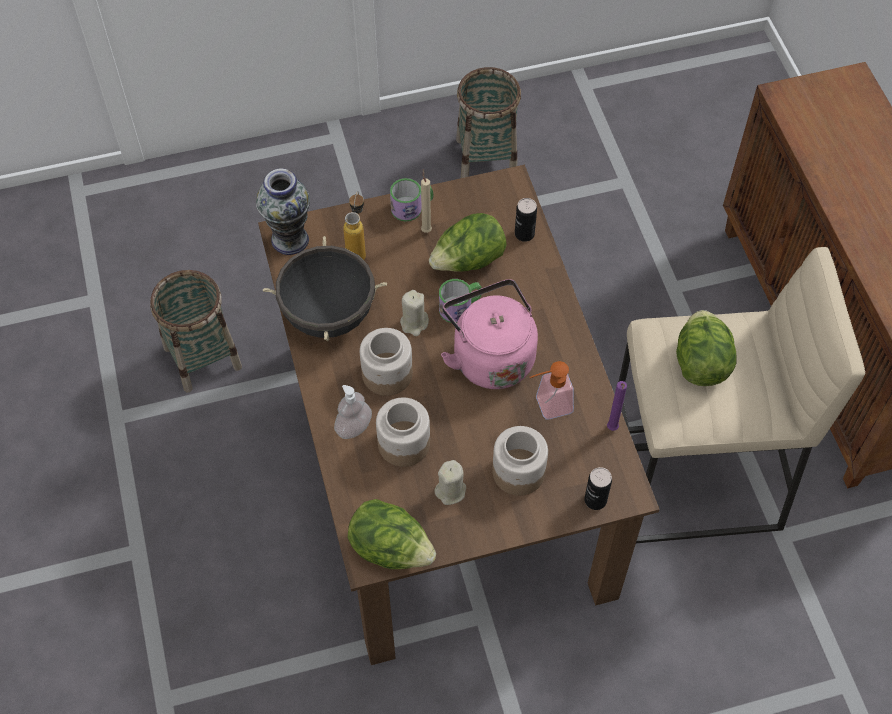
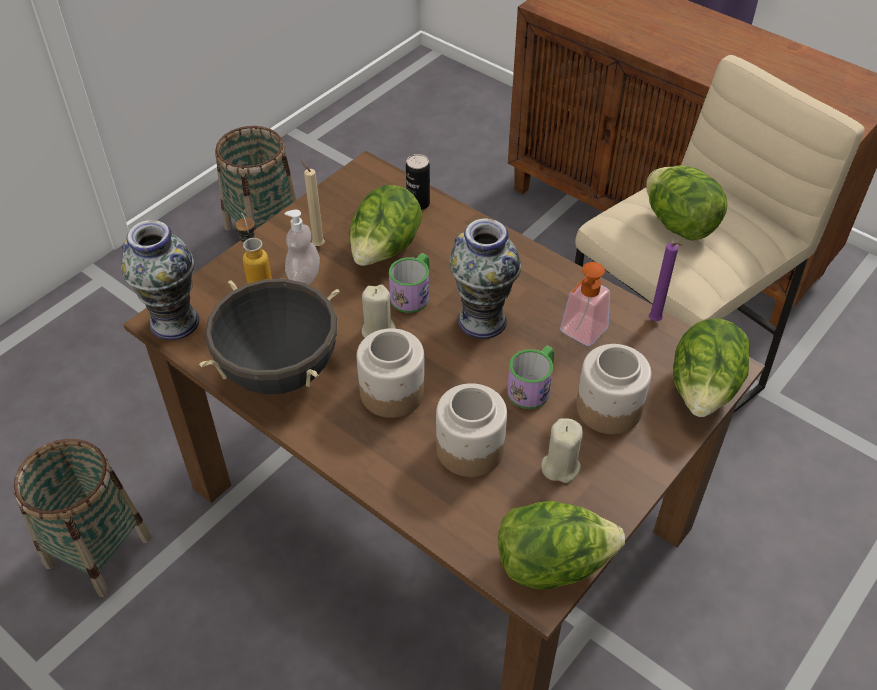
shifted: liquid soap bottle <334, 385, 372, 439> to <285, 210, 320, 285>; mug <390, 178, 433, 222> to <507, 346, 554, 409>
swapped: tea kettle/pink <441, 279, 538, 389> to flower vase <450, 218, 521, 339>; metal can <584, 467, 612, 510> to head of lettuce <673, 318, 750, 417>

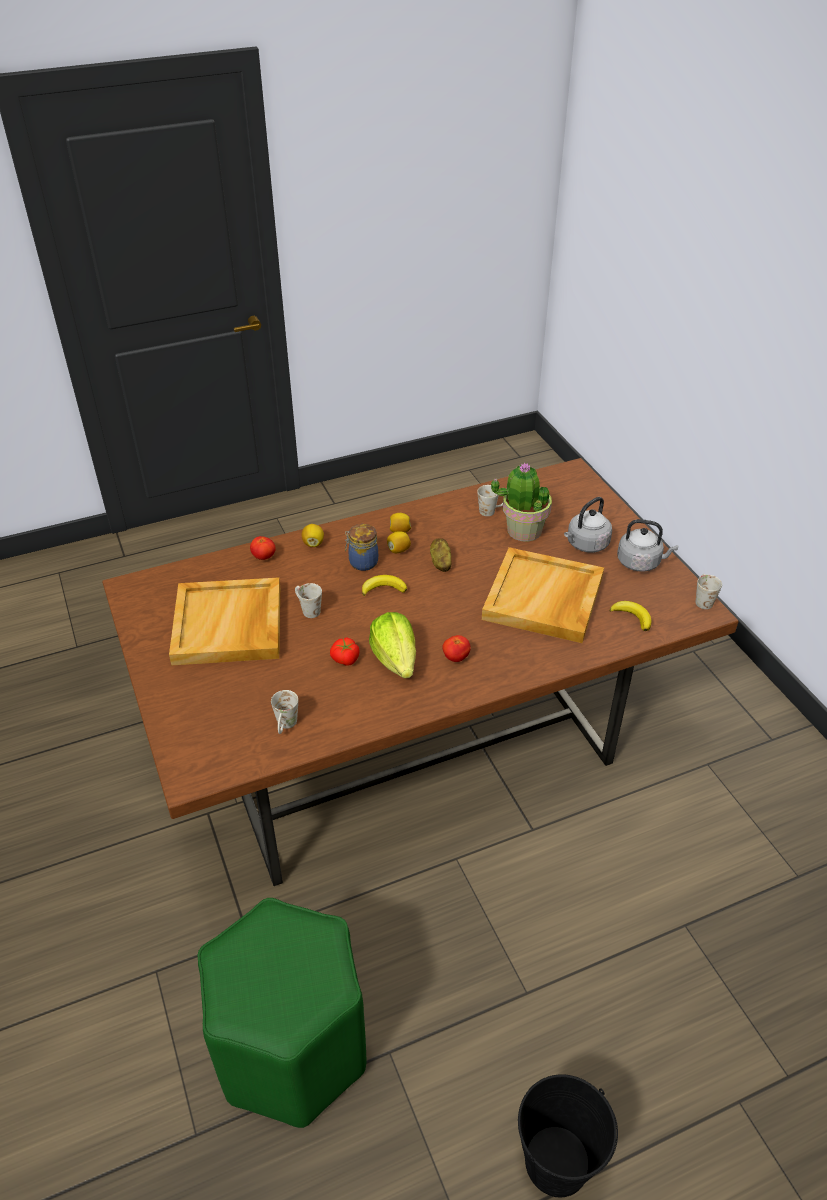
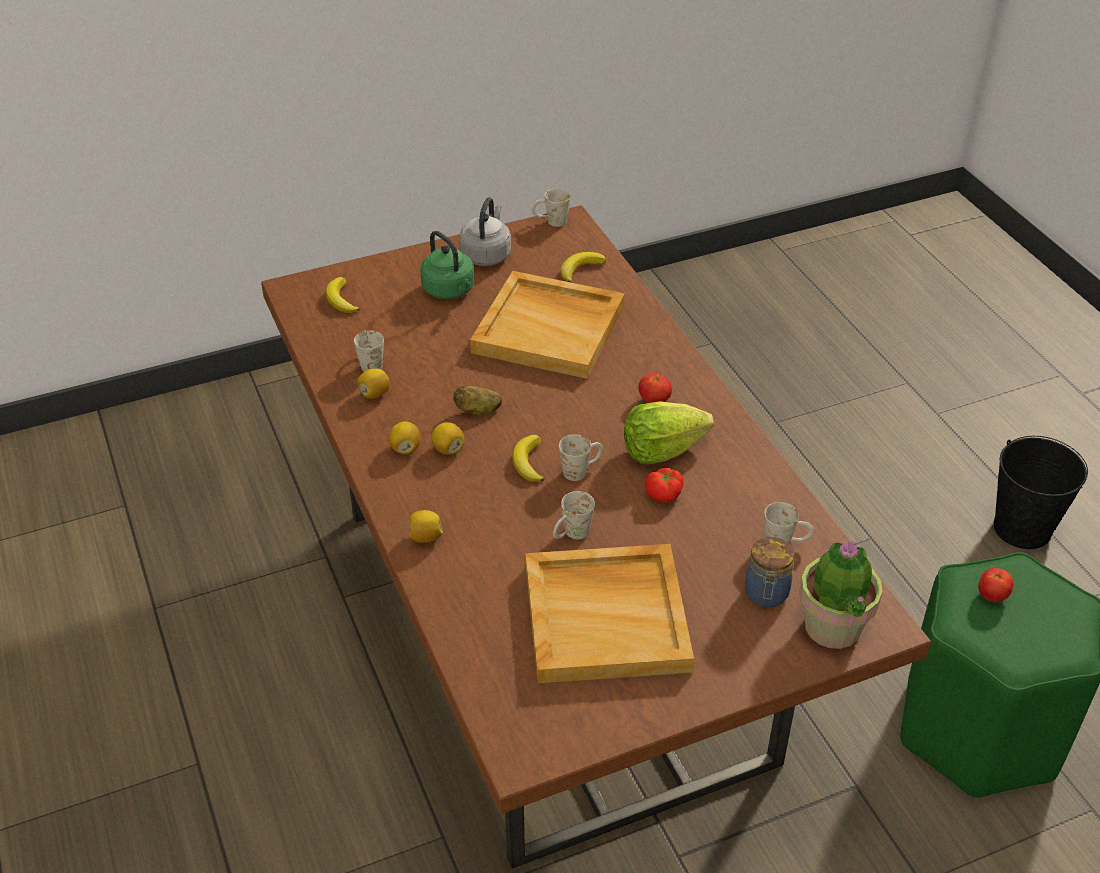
new: banana fruit <326, 277, 360, 313>; whole lemon <358, 369, 390, 399>; mug/white-coloured <559, 434, 603, 481>
shifted: fresh tomato <250, 536, 276, 560> to <978, 568, 1014, 602>; storage jar <345, 524, 378, 571> to <745, 537, 795, 607>; plant in a pot <491, 463, 552, 542> to <799, 540, 883, 649>
repainted: tea kettle/greyish <564, 497, 612, 553> to tea kettle/green <420, 231, 474, 299>

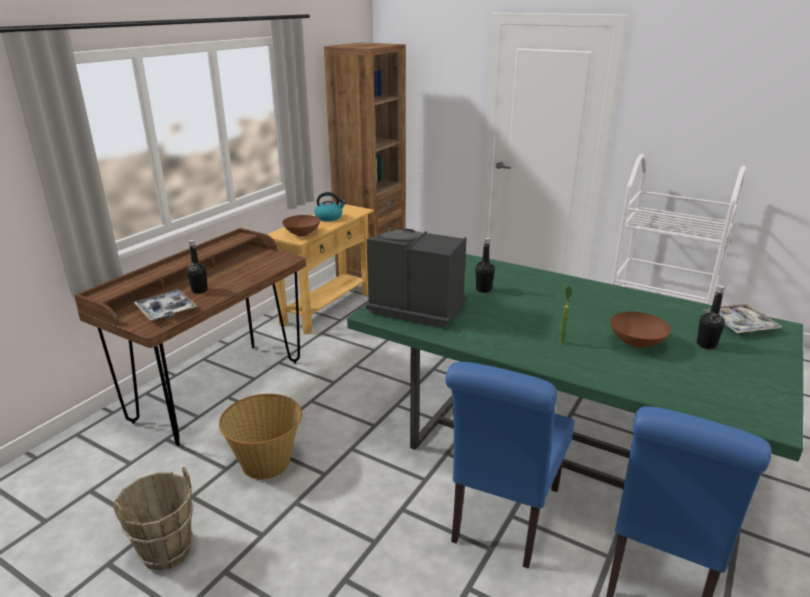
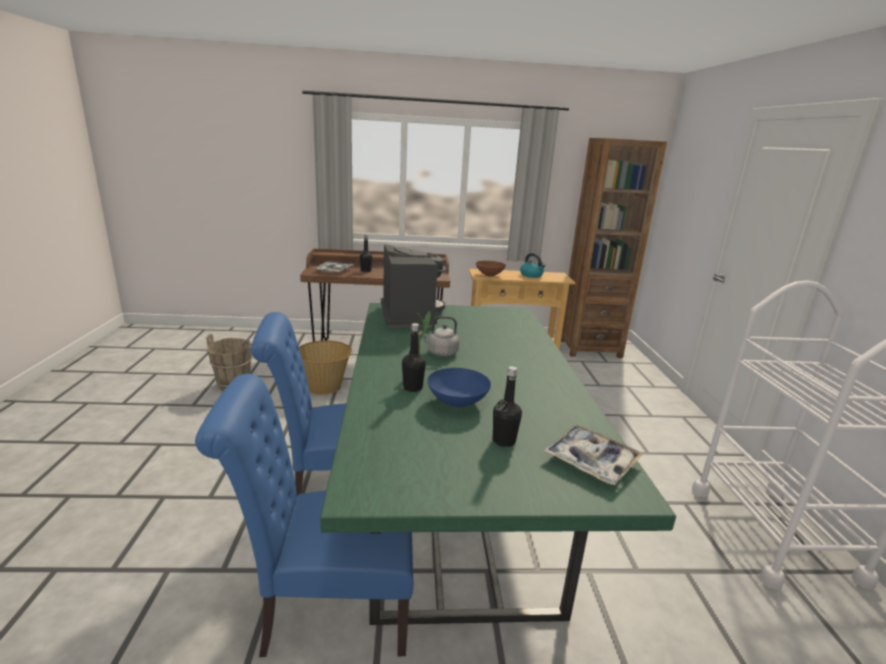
new: tea kettle/greyish <420, 316, 460, 356>
shifted: beverage bottle/black-coloured <475, 238, 495, 293> to <402, 323, 426, 392>
repainted: bowl/brown <610, 312, 671, 348> to bowl/blue-coloured <427, 368, 491, 407>

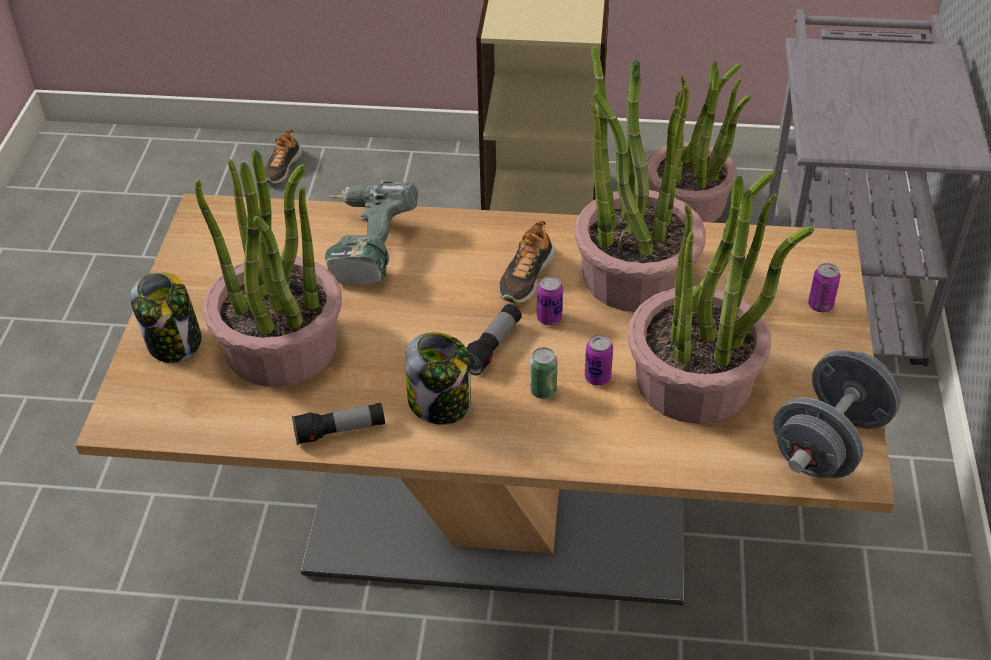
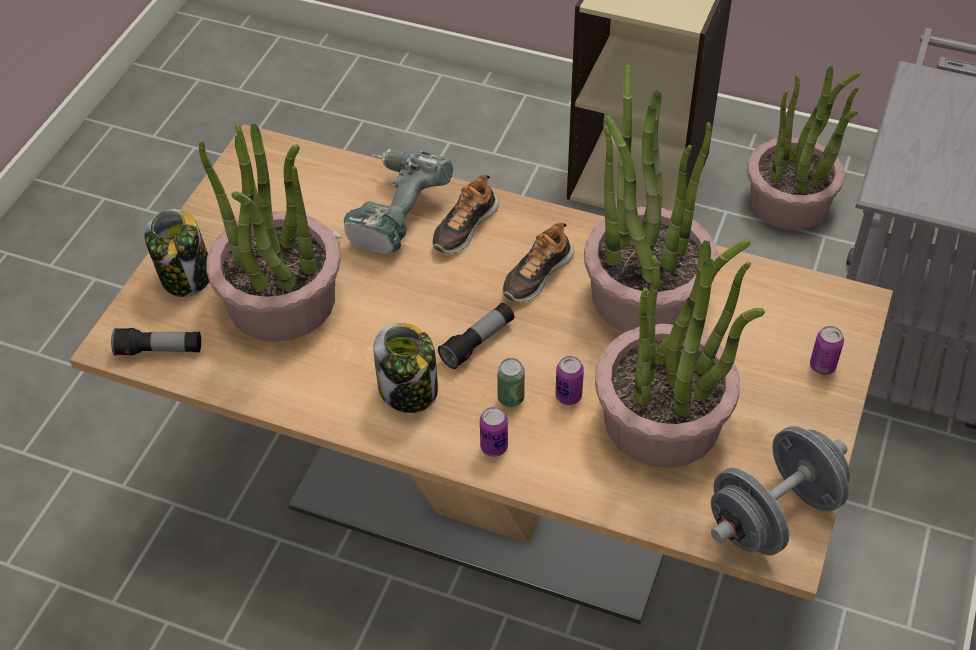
shifted: item of footwear <264, 130, 303, 184> to <433, 175, 499, 254>; flashlight <292, 402, 385, 445> to <111, 328, 201, 356>; metal can <537, 276, 563, 325> to <480, 407, 508, 457>

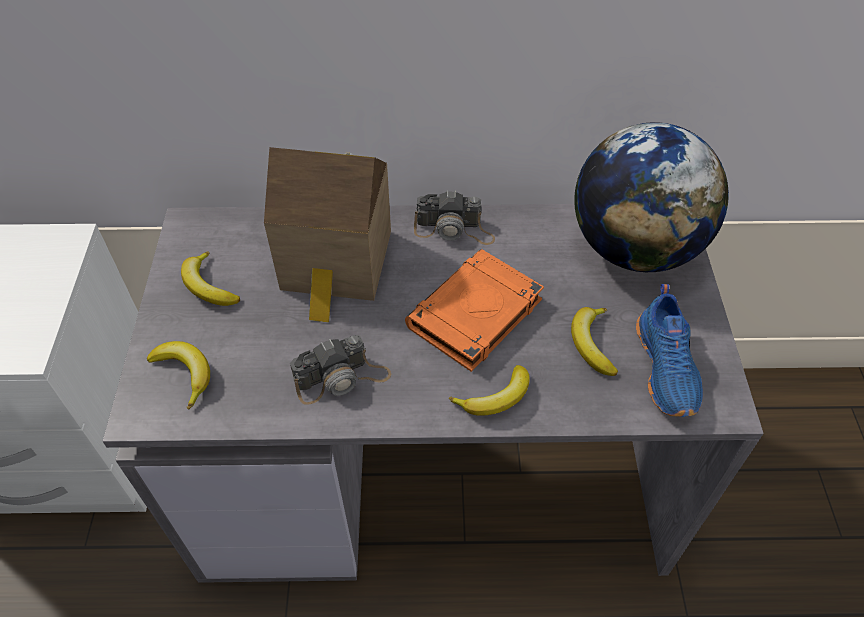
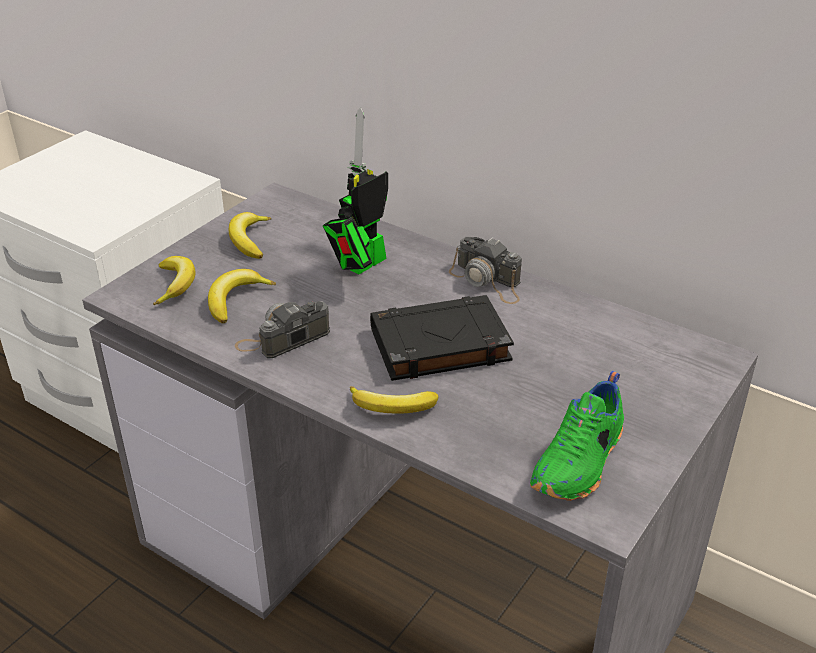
gone: world globe <574, 122, 729, 272>
shifted: banana fruit <571, 307, 618, 376> to <208, 269, 276, 323>
swapped: miniature house <264, 147, 391, 322> to toy robot <323, 107, 388, 275>
repainted: book/orange-coloured <405, 249, 544, 372> to book/black-coloured <370, 295, 514, 381>; item of footwear/blue-coloured <636, 284, 703, 417> to item of footwear/green <530, 371, 624, 501>
rotated: photo camera <290, 335, 391, 405> = <235, 301, 330, 358> 135 degrees clockwise

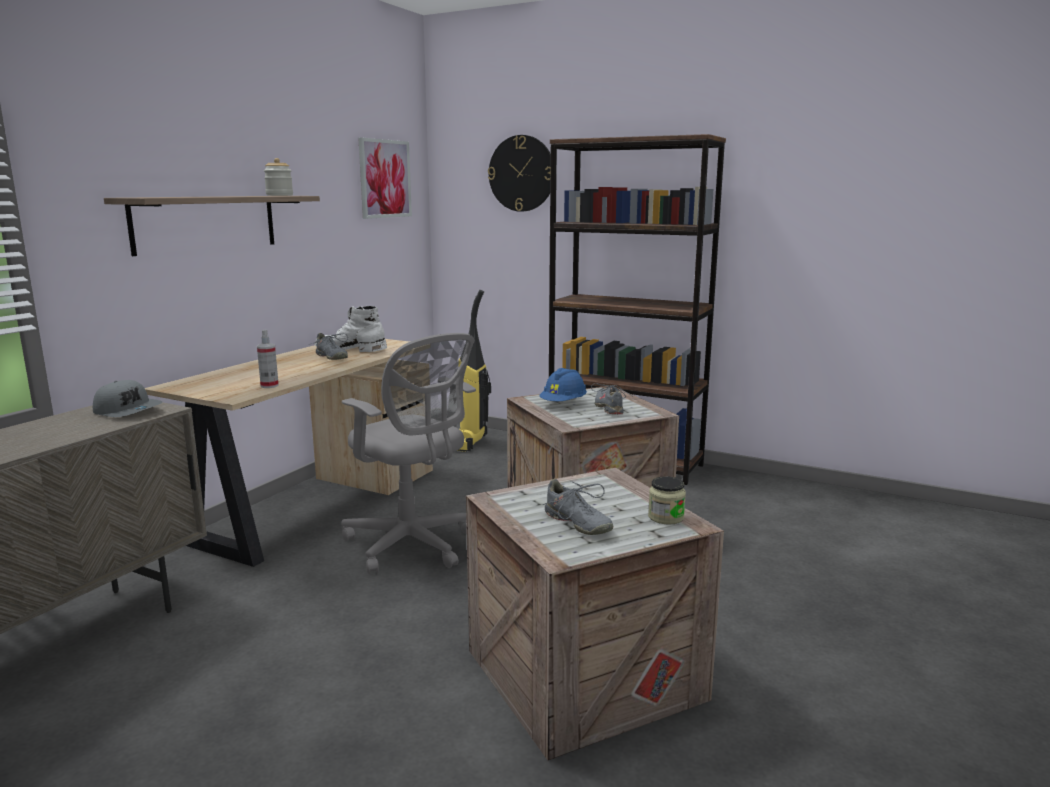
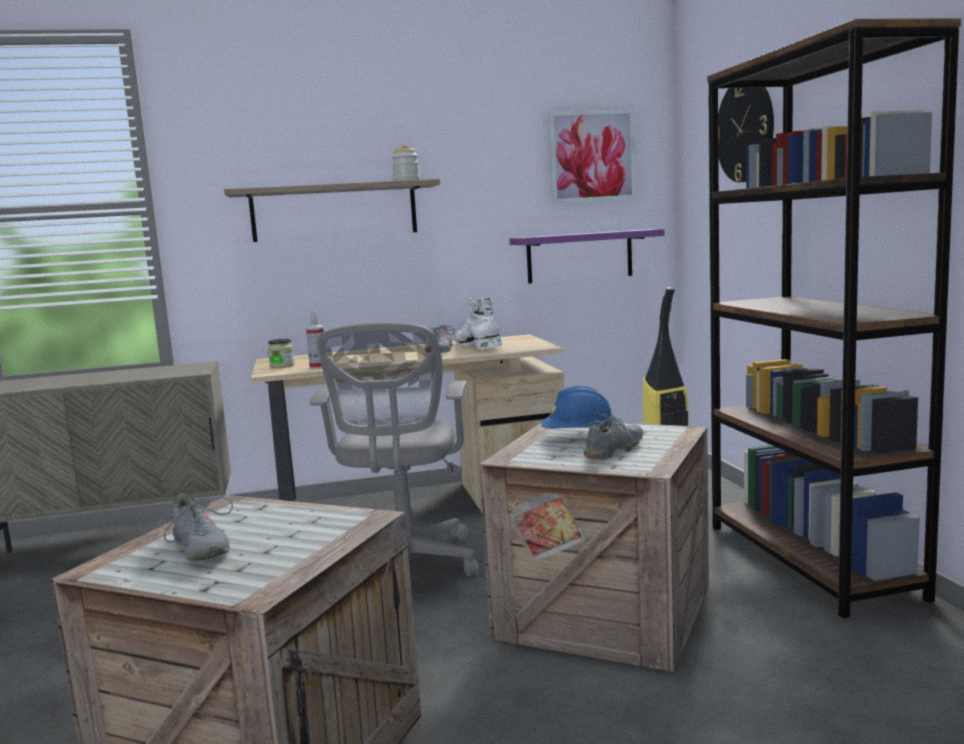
gone: cap/greyish <93, 380, 162, 417>
new: bracket shelf/purple <509, 229, 664, 284>
shifted: storage jar <648, 476, 686, 525> to <268, 339, 295, 368>
rotated: item of footwear/greyish <542, 479, 613, 535> = <150, 494, 233, 561> 45 degrees counterclockwise

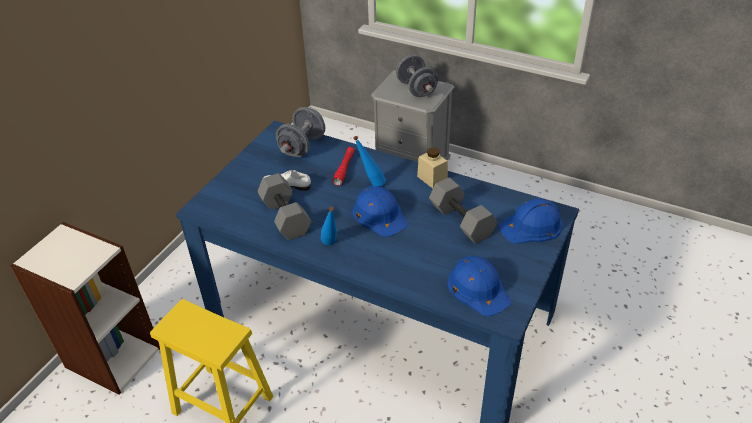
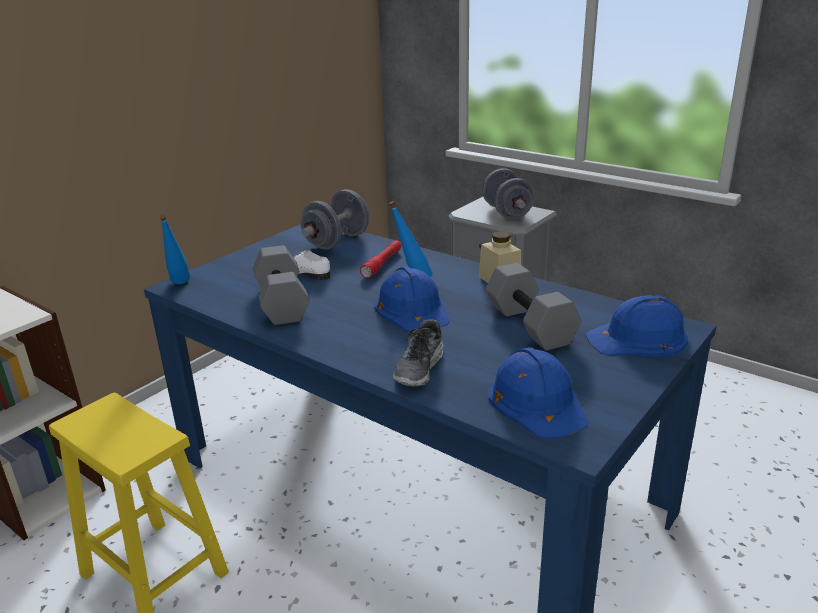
new: item of footwear <393, 319, 443, 387>
shifted: beverage bottle/blue-coloured <321, 206, 337, 245> to <159, 215, 190, 284>

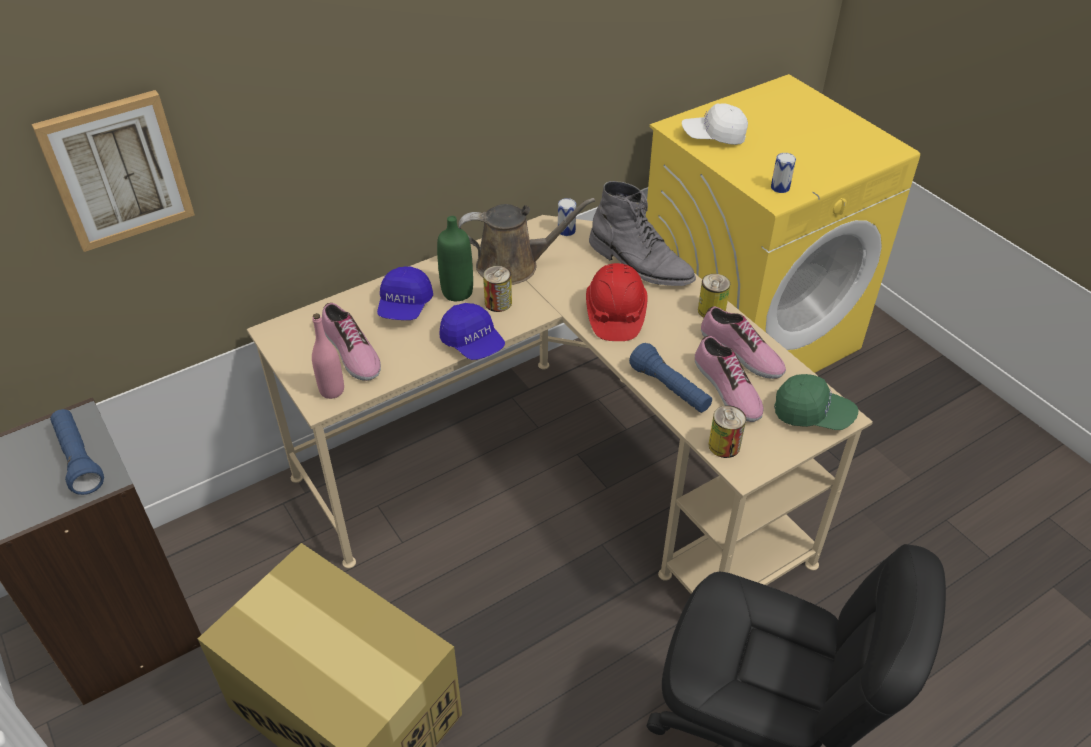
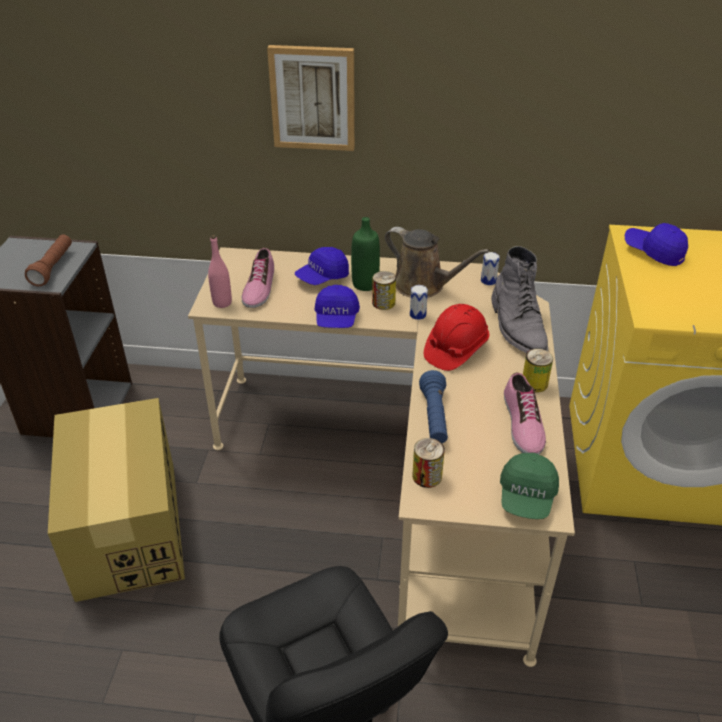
gone: item of footwear <695, 336, 764, 422>
shifted: picture <32, 90, 195, 252> to <267, 45, 355, 151>; metal can <771, 153, 796, 193> to <410, 285, 428, 320>
repainted: flashlight/blue-coloured <50, 409, 104, 495> to flashlight/brown <25, 234, 72, 286>; cap/white-coloured <682, 104, 748, 145> to cap/blue-coloured <625, 223, 688, 266>
rotated: cap/green <774, 374, 858, 430> = <500, 453, 559, 519> 45 degrees clockwise

